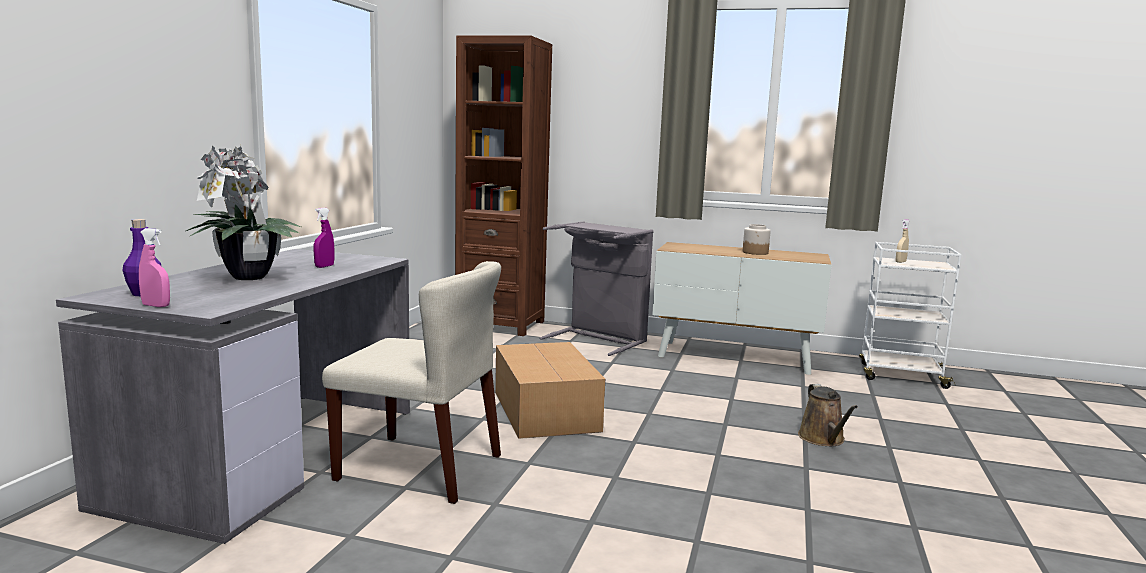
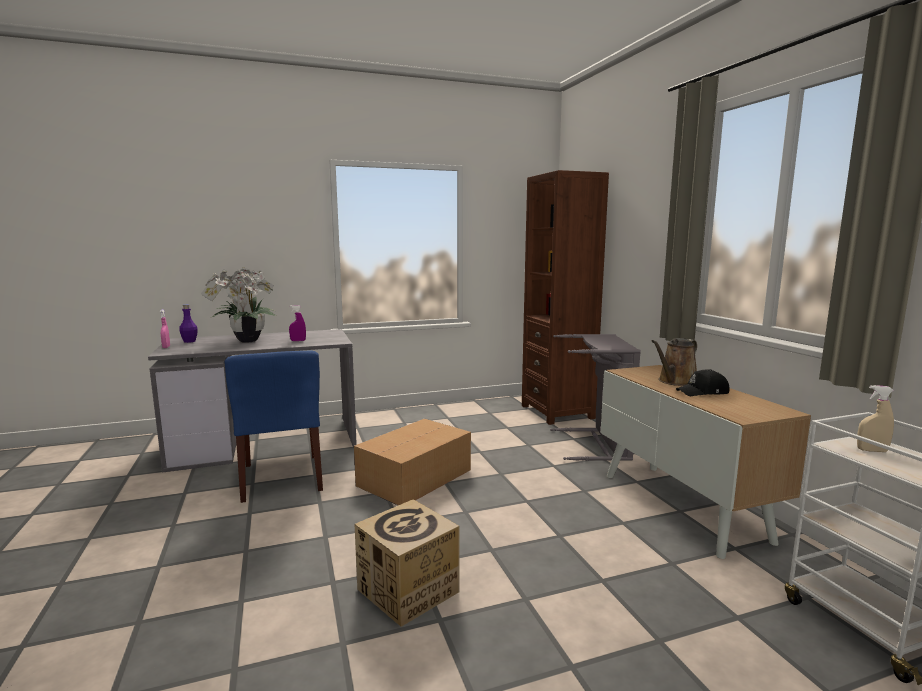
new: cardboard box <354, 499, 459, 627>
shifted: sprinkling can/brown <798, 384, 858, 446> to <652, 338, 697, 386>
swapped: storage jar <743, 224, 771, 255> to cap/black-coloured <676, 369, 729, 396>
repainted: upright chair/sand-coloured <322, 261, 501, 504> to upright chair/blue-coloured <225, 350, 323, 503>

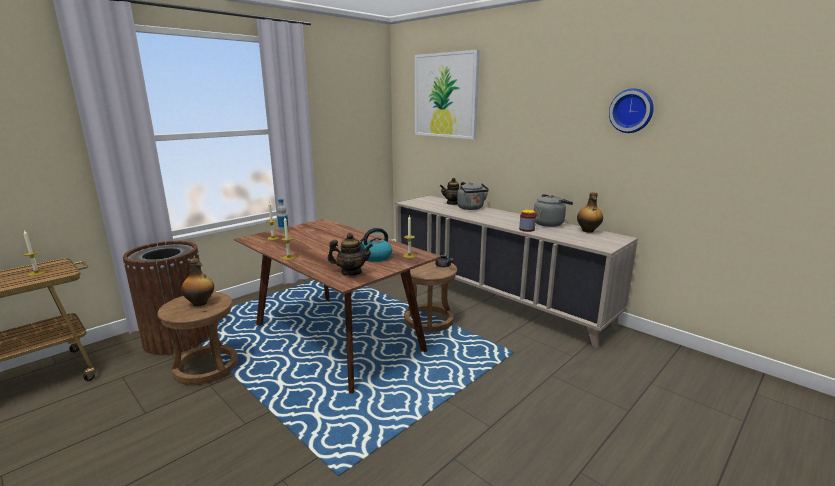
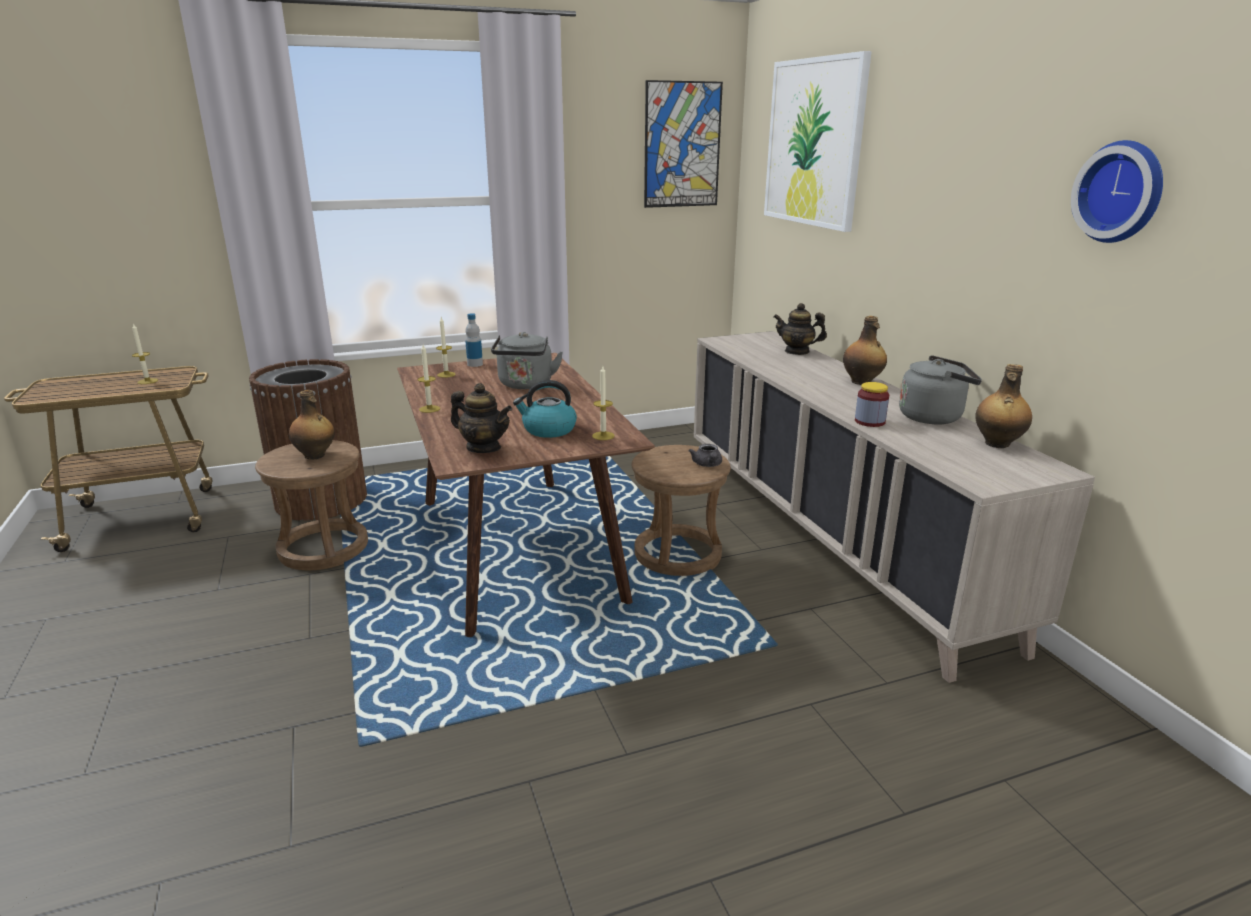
new: picture <644, 80, 723, 208>; beverage bottle <843, 316, 887, 385>
shifted: tea kettle/greyish <457, 182, 489, 210> to <491, 332, 563, 389>

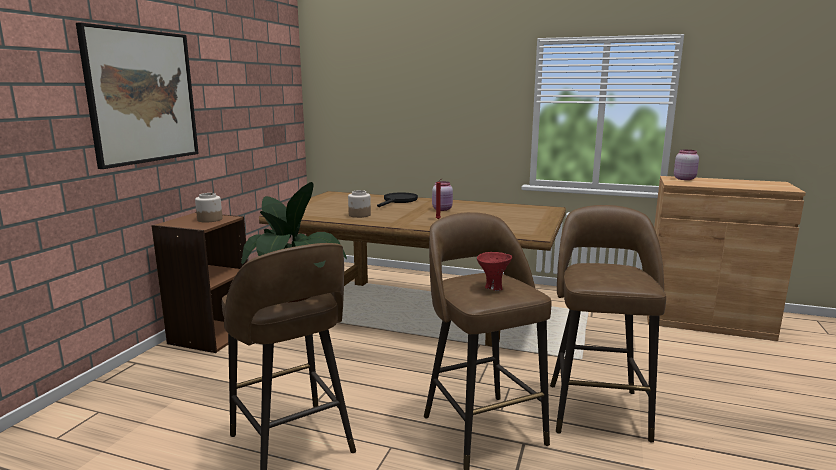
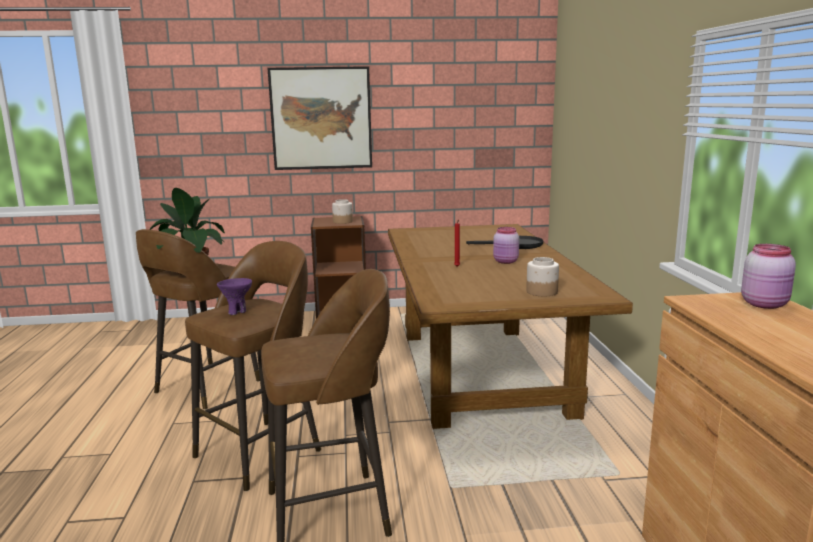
shifted: storage jar <348, 190, 371, 218> to <526, 257, 559, 296>
repainted: bowl/reddish <477, 252, 512, 291> to bowl/purple <217, 278, 252, 315>

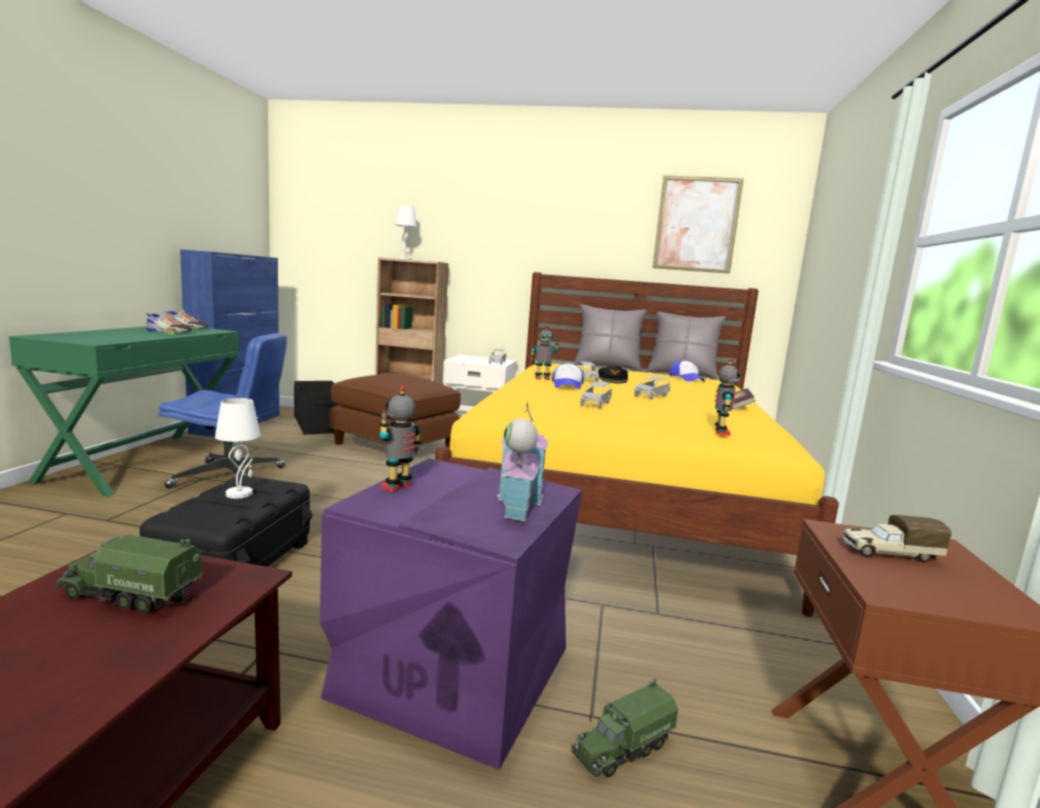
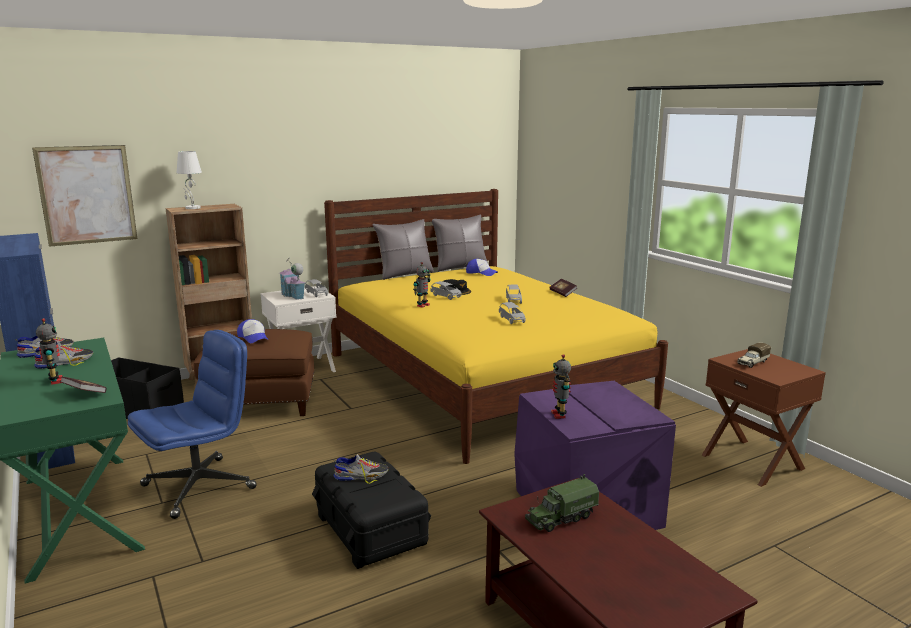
gone: toy lorry <571, 679, 678, 778>
new: book <60, 377, 107, 393>
shifted: miniature house <497, 402, 548, 521> to <279, 259, 305, 300>; cap <552, 363, 584, 390> to <237, 319, 268, 343>; picture <653, 175, 744, 274> to <32, 145, 138, 247>; toy robot <714, 358, 740, 436> to <36, 318, 63, 385>
swapped: tabletop lamp/white-coloured <215, 398, 261, 499> to item of footwear <333, 454, 389, 484>

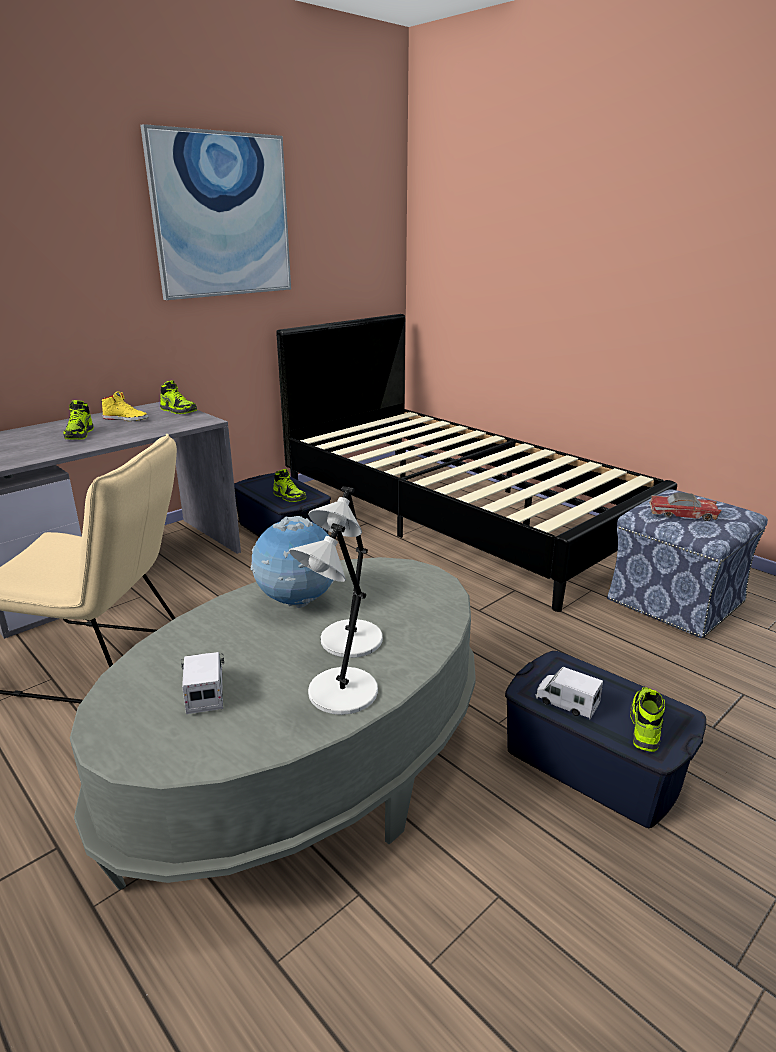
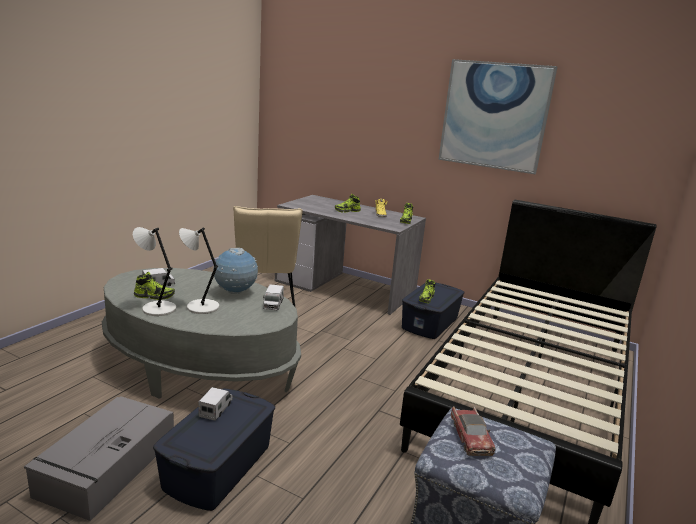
new: storage bin/greyish <24, 397, 174, 521>; toy lorry <263, 284, 284, 310>
shifted: item of footwear <630, 687, 665, 752> to <134, 272, 175, 300>

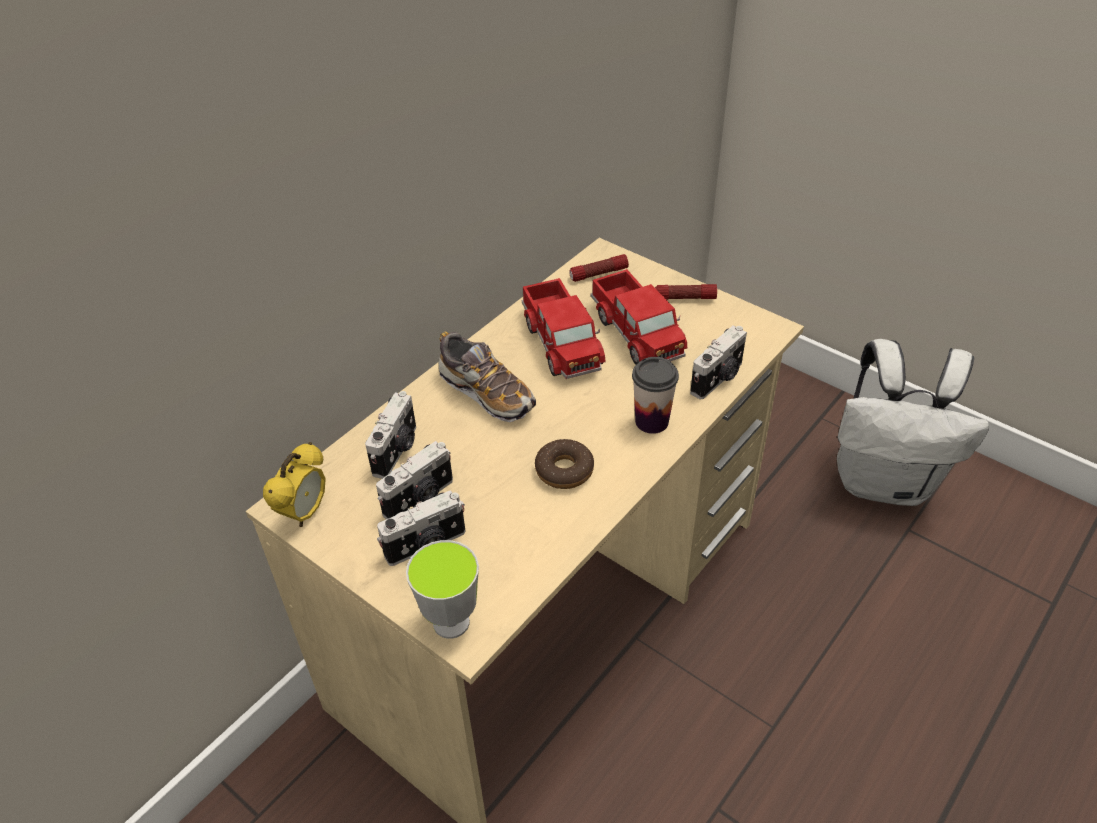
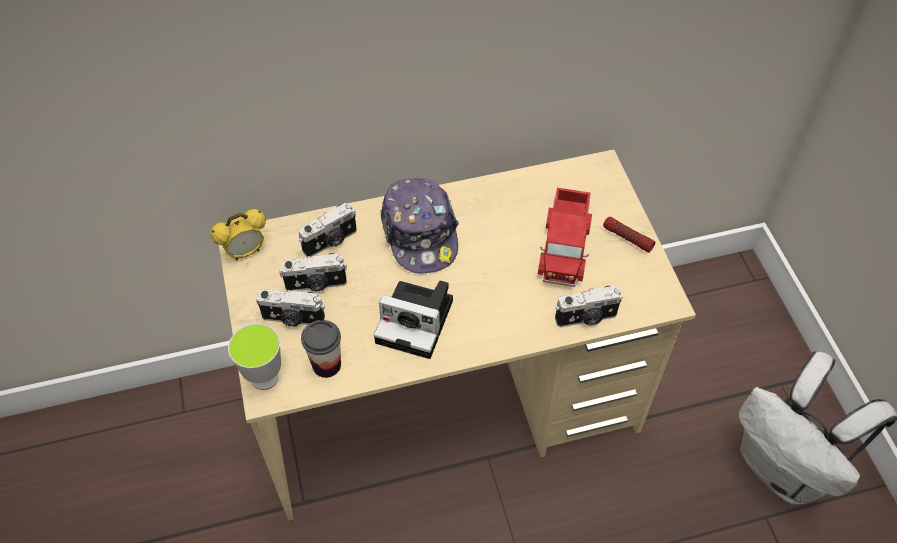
gone: toy lorry <522, 278, 606, 379>; flashlight <569, 254, 629, 282>
shifted: cup <632, 357, 679, 434> to <301, 320, 341, 378>
swapped: item of footwear <439, 332, 536, 422> to cap <380, 178, 459, 273>; ring doughnut <535, 439, 594, 489> to photo camera <374, 280, 453, 359>

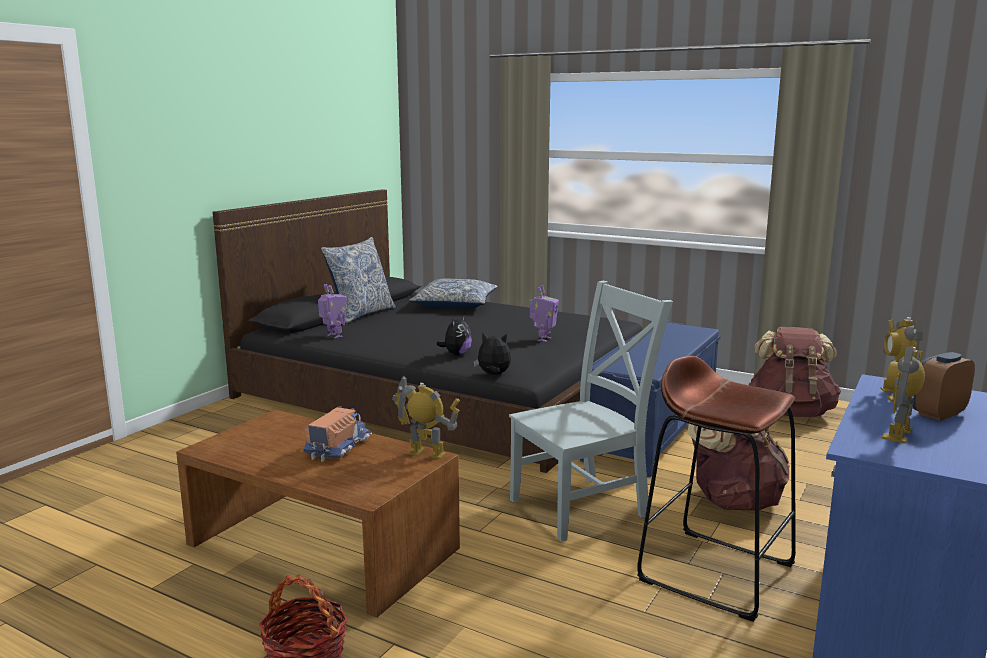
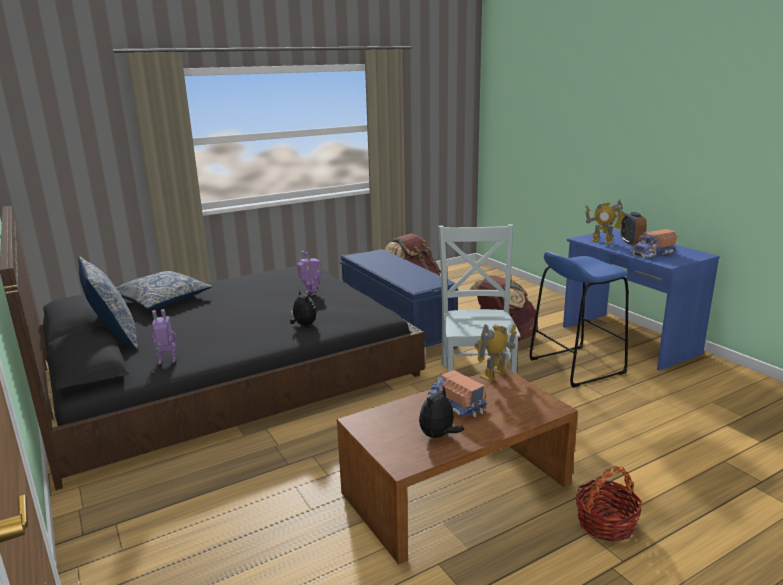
shifted: cuddly toy <473, 332, 511, 375> to <419, 387, 464, 438>
swapped: toy robot <881, 346, 925, 443> to toy lorry <630, 229, 678, 258>
repainted: stool/brown <637, 356, 796, 622> to stool/blue-coloured <529, 251, 629, 388>

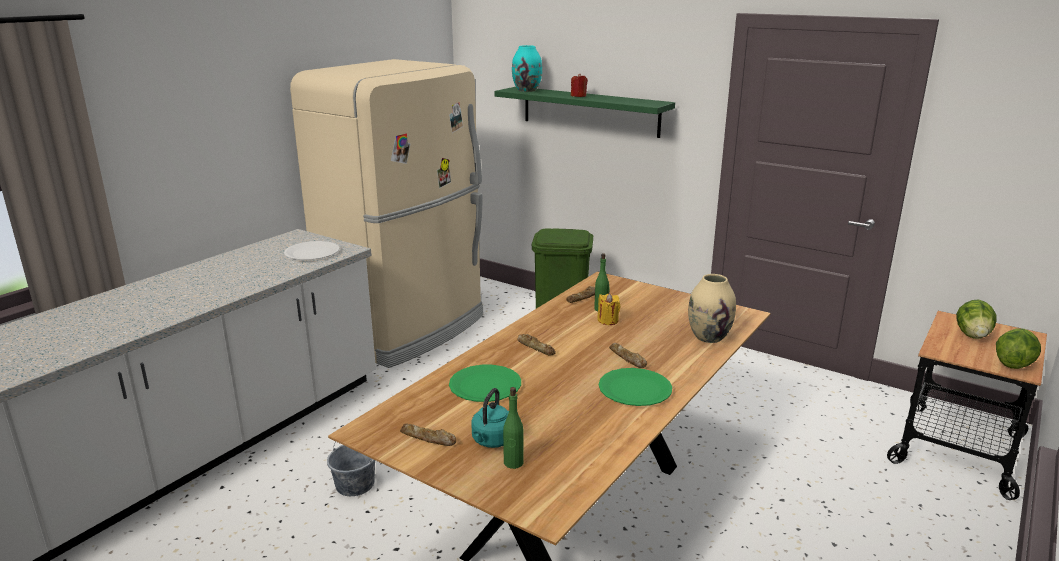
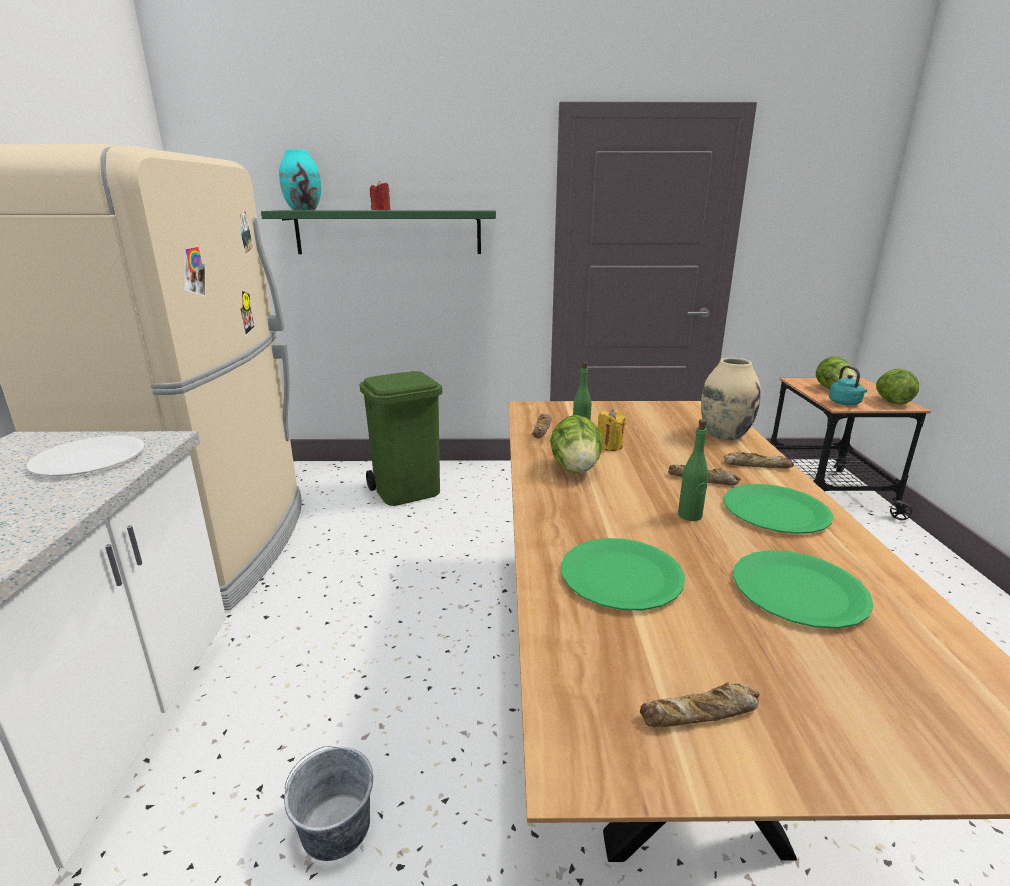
new: head of lettuce <550, 415, 603, 473>; dinner plate/green <733, 550, 874, 629>
shifted: tea kettle/turquoise <471, 388, 509, 448> to <829, 365, 867, 405>; beverage bottle/green <503, 387, 524, 469> to <678, 419, 708, 521>; bread <517, 334, 556, 356> to <724, 452, 794, 468>

